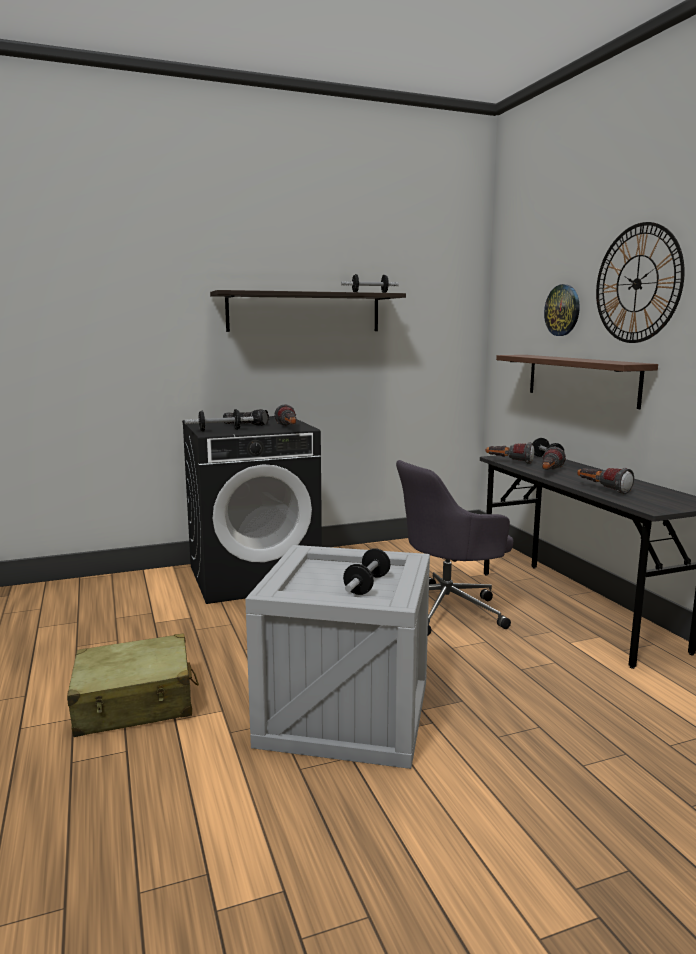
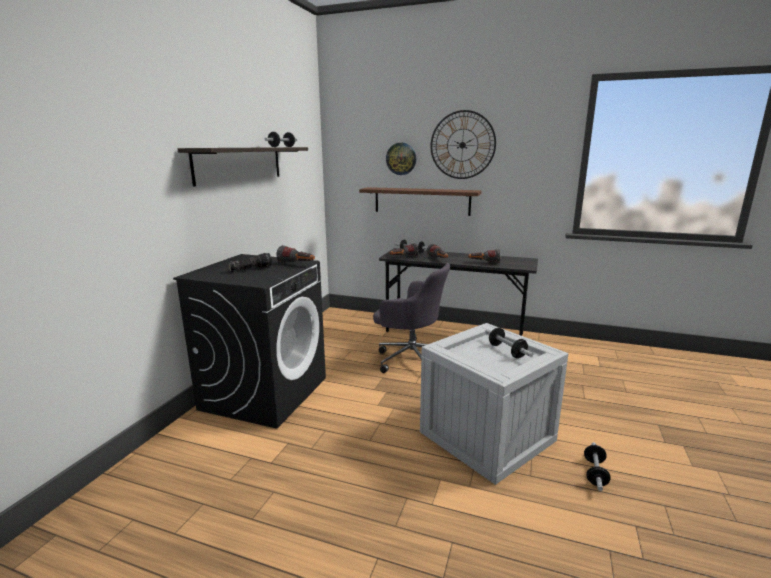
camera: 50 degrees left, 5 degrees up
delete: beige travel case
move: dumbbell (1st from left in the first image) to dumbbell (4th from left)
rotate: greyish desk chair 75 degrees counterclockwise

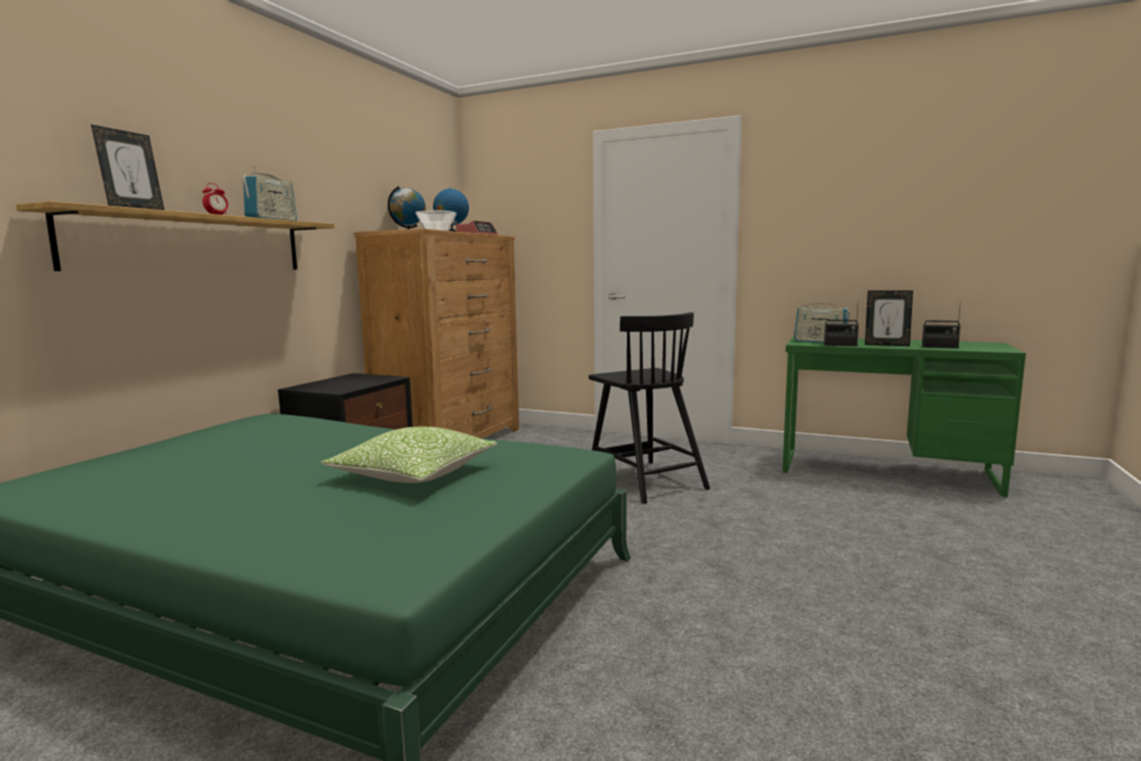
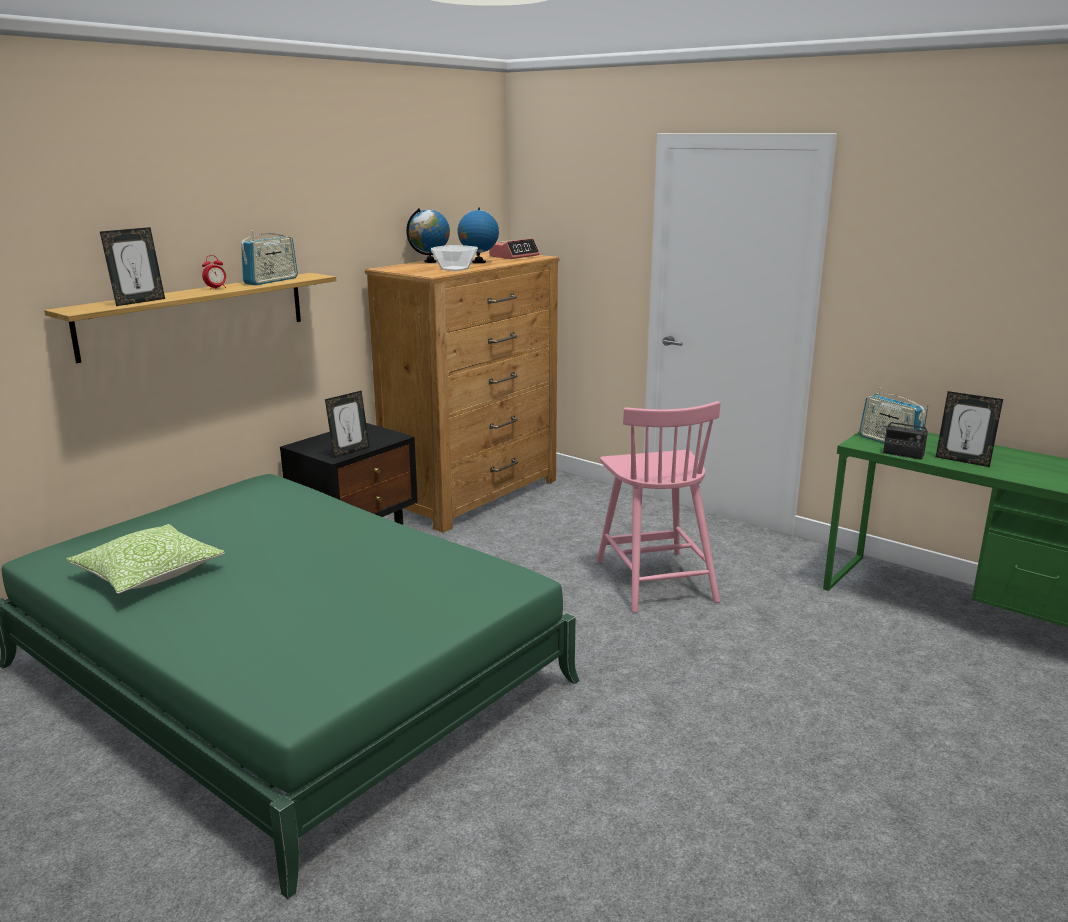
camera: 15 degrees right, 10 degrees up
delete: radio set (4th from left)
insert: photo frame (2nd from left)
move: cushion
recolor: black upright chair to pinkish upright chair

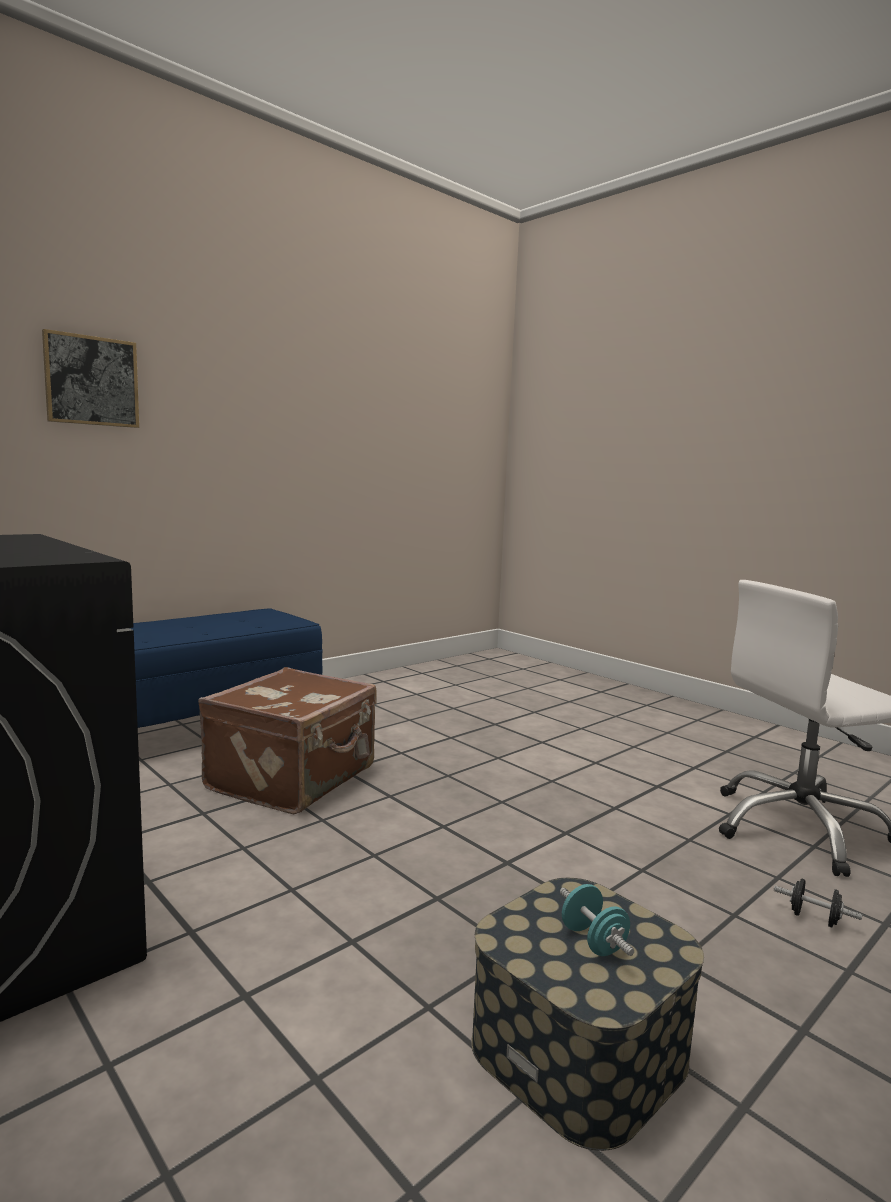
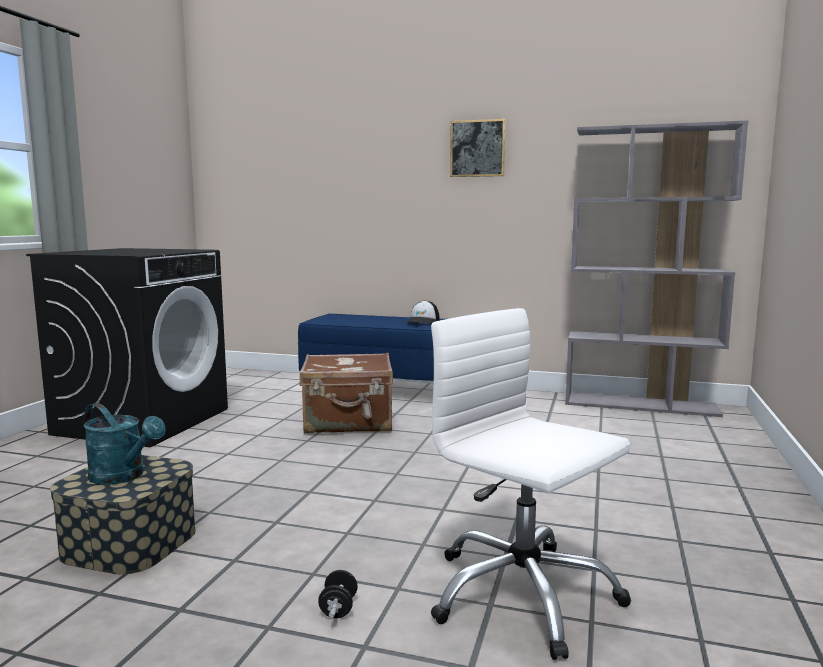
camera: 60 degrees right, 0 degrees up
insert: greyish bookshelf; peaked cap
move: wall picture
replace: blue-green dumbbell to blue-green watering pot

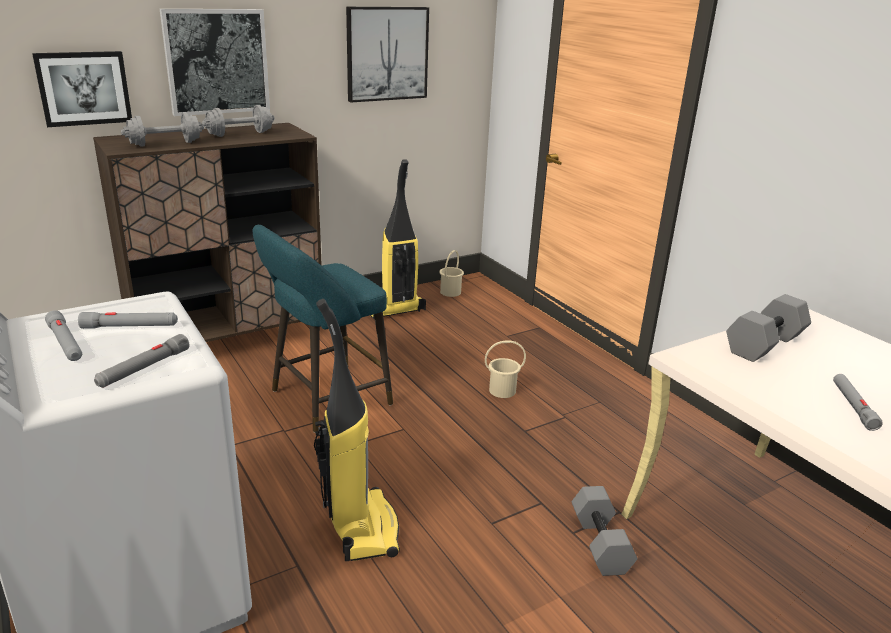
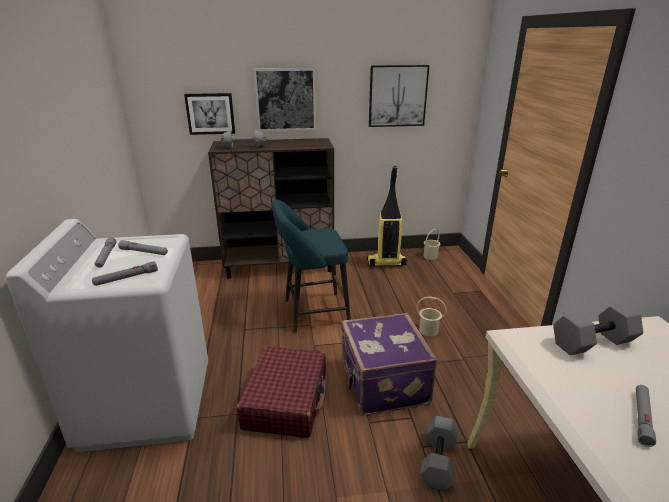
camera: 25 degrees right, 0 degrees up
delete: greyish dumbbell (2nd from left)
insert: purplish travel case
replace: vacuum (1st from left) to red-coloured travel case

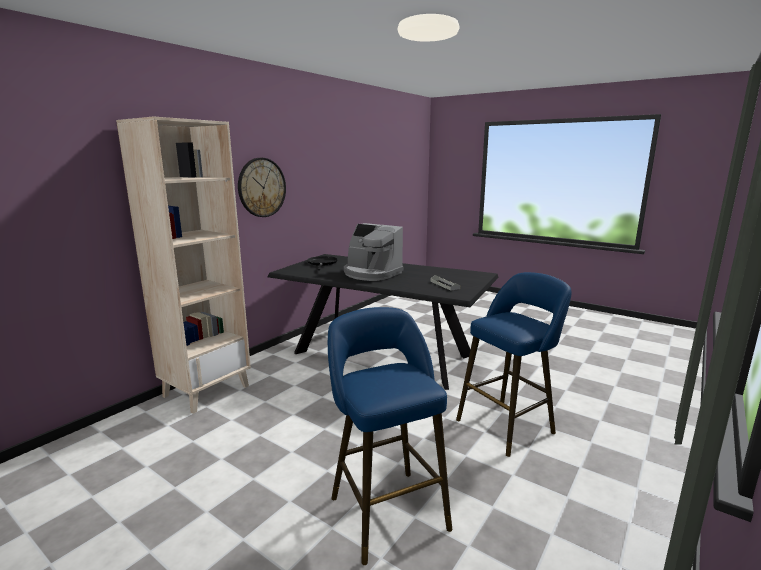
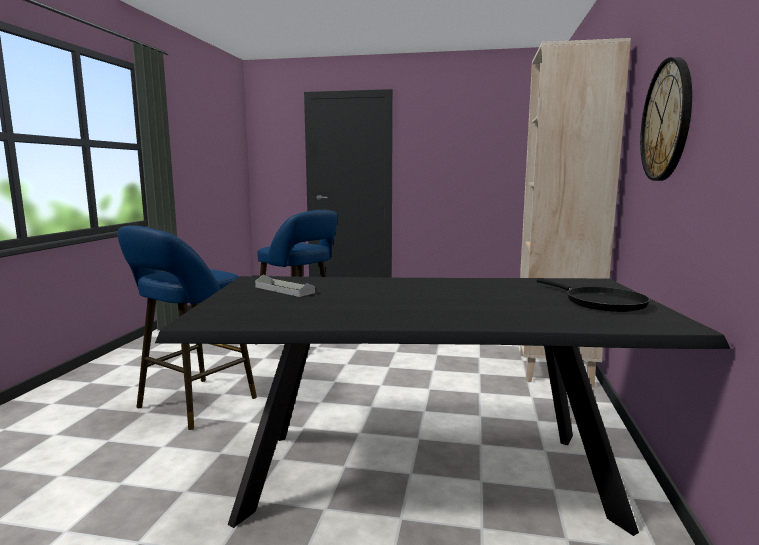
camera: 155 degrees right, 5 degrees down
delete: coffee maker

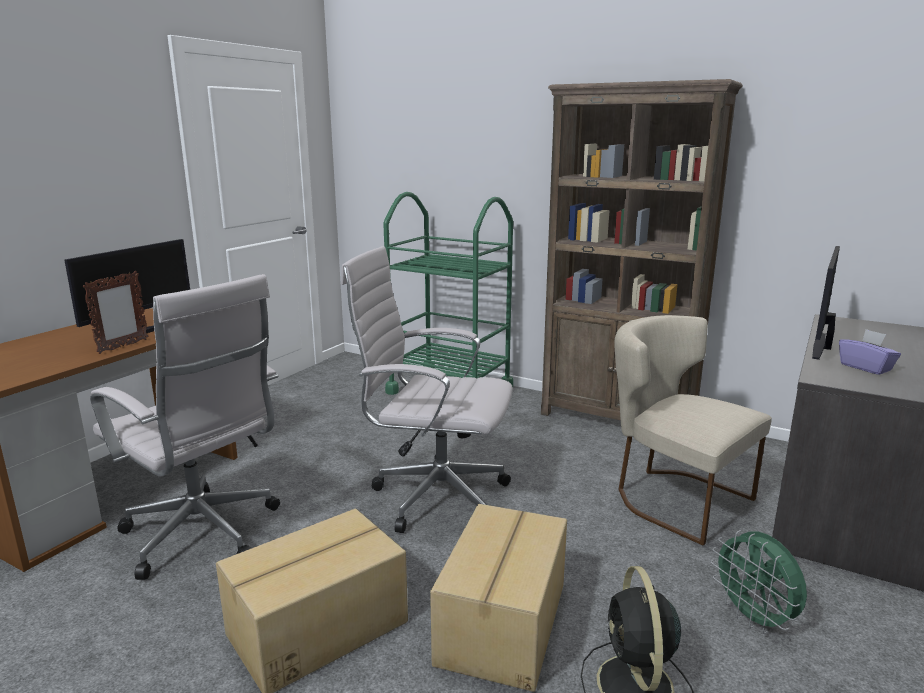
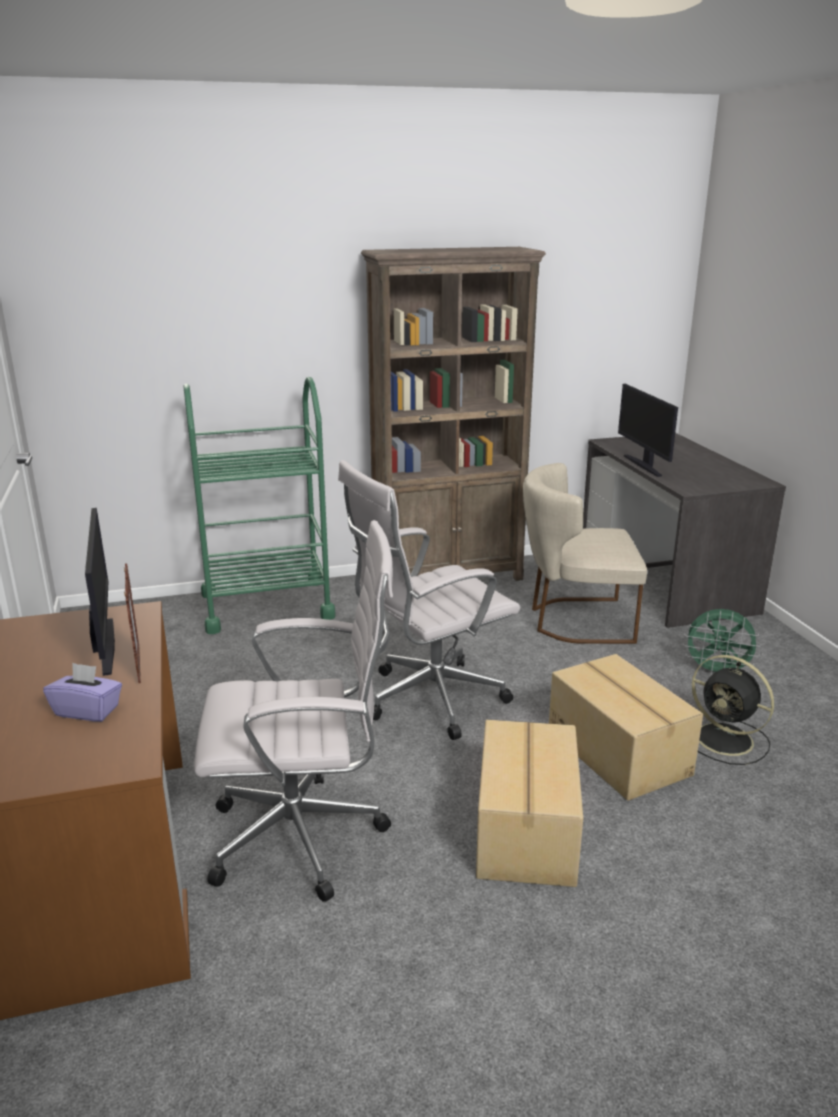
camera: 45 degrees left, 5 degrees up
move: purplish tissue box

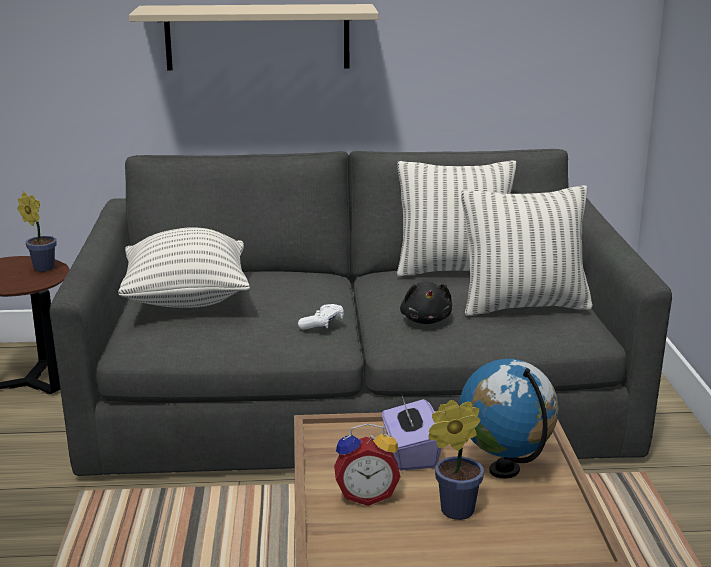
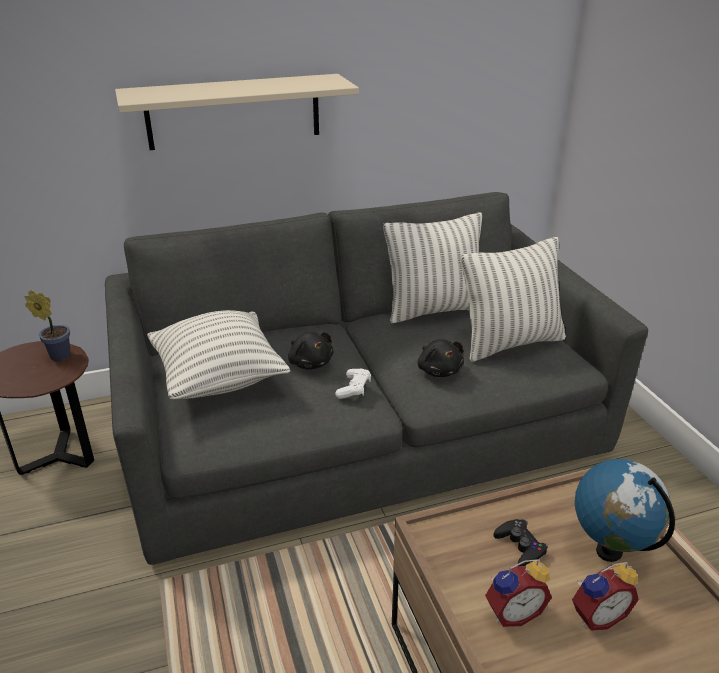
camera: 15 degrees left, 10 degrees up
insert: black plush toy (1st from left)
replace: purplish tissue box to black game controller; houseplant (2nd from left) to alarm clock (2nd from left)

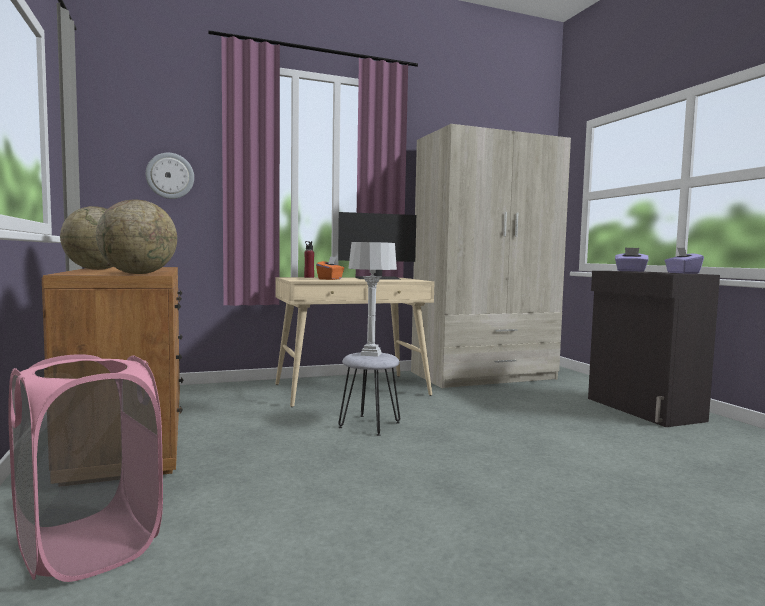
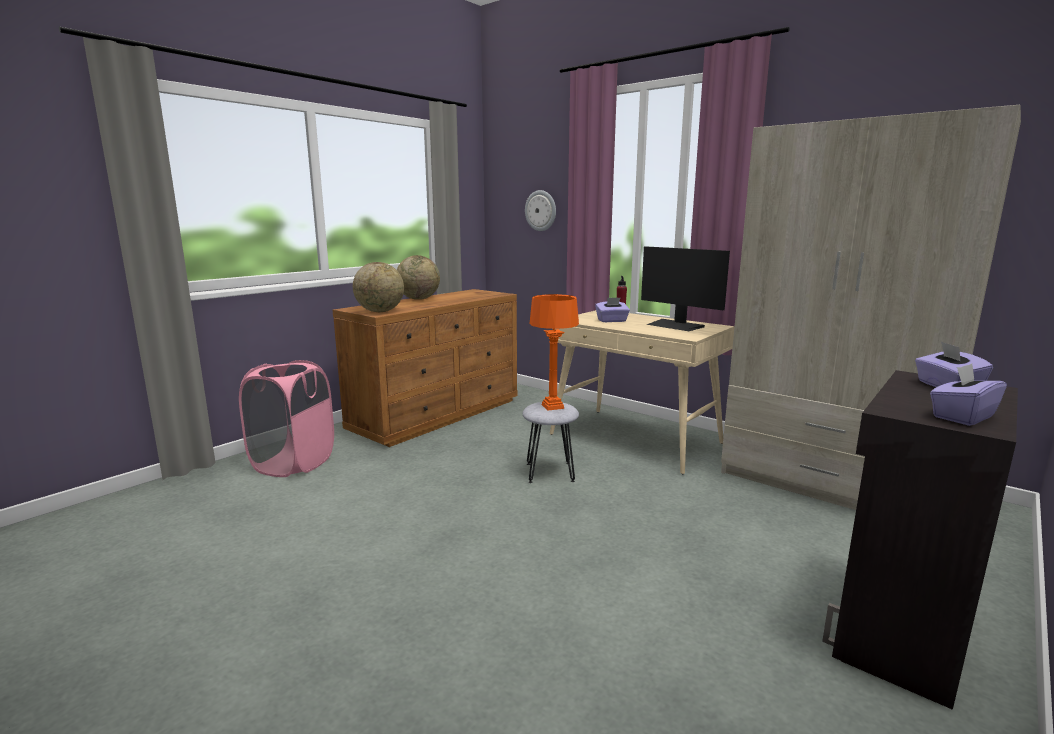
camera: 60 degrees right, 10 degrees up
recolor: greyish table lamp to orange-coloured table lamp; orange-coloured tissue box to purplish tissue box (1st from left)

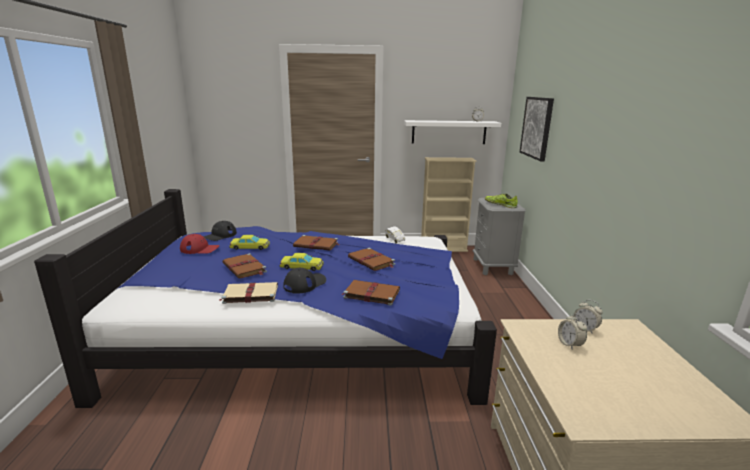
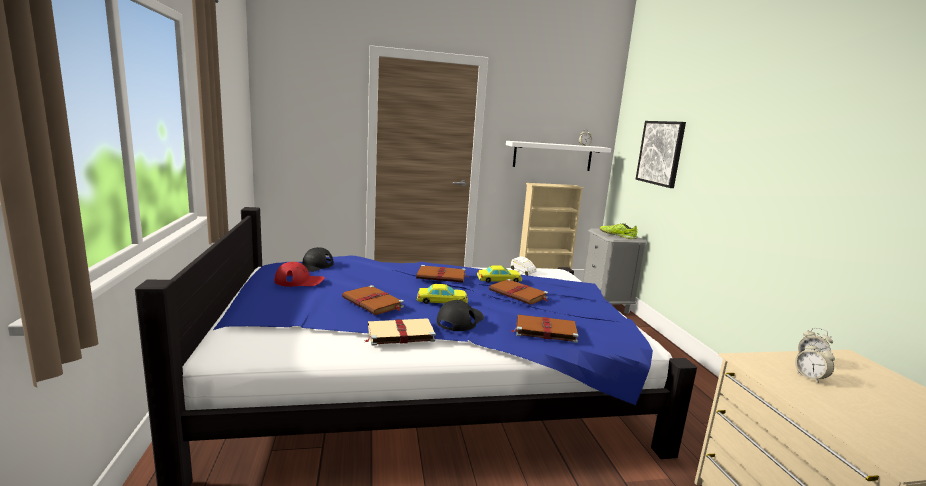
camera: 10 degrees left, 5 degrees down
move: yellowish model car (1st from left in the first image) to yellowish model car (2nd from left)

